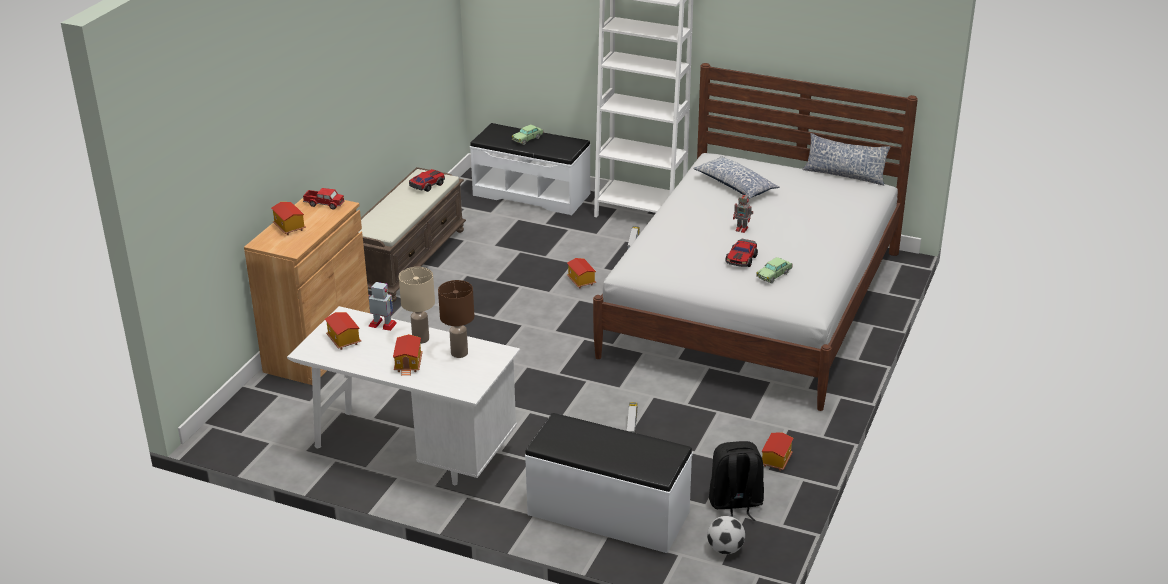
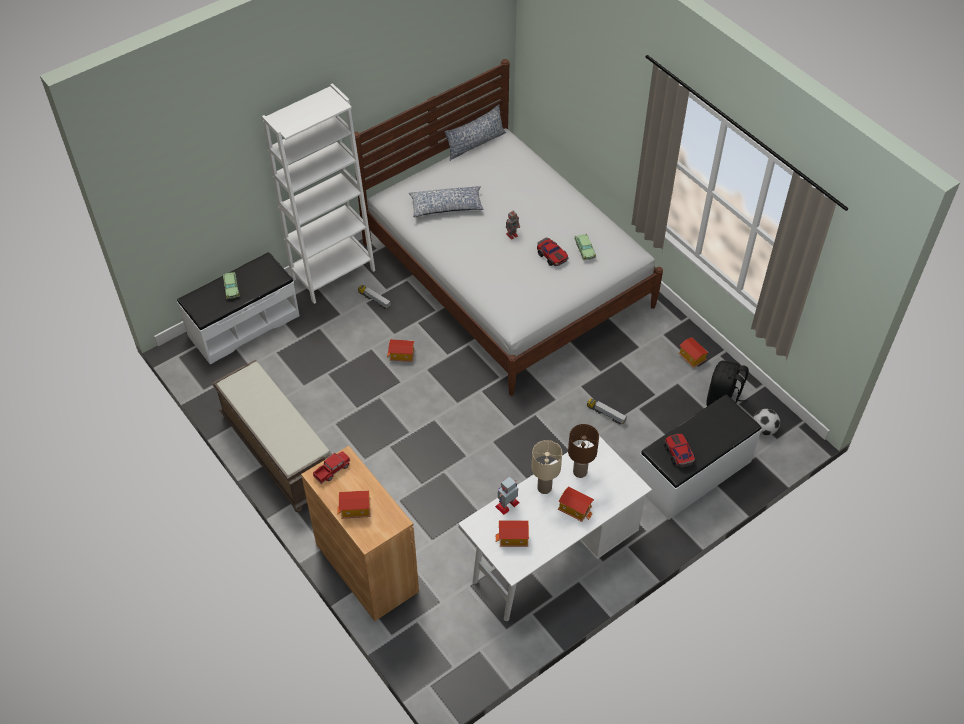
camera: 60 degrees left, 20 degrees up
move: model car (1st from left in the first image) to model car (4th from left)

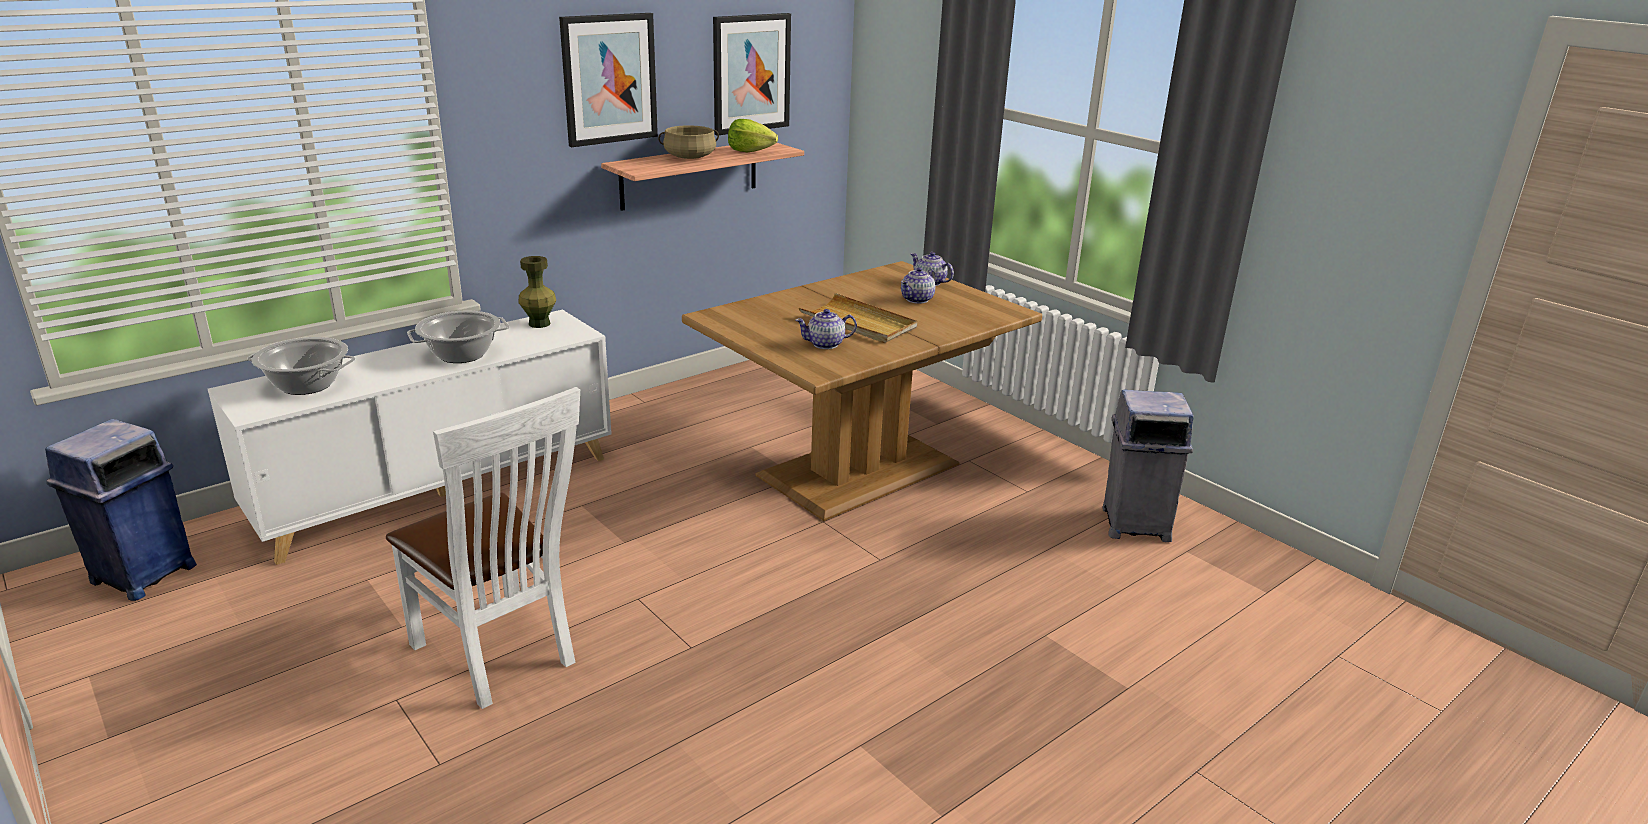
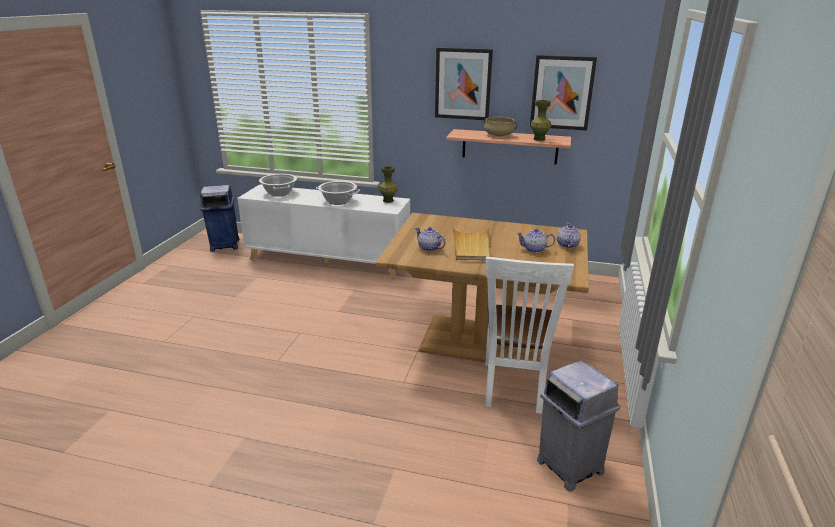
camera: 55 degrees right, 0 degrees up
move: whitish upright chair
replace: lettuce to green flower vase (2nd from left)

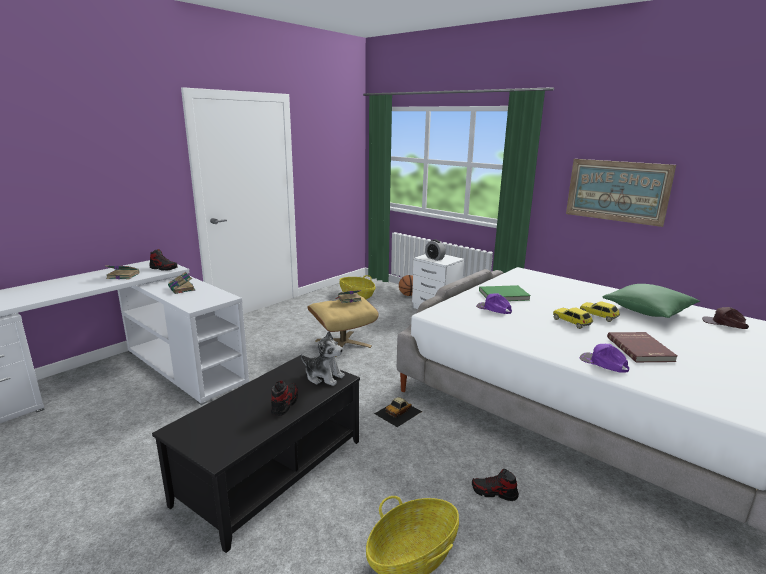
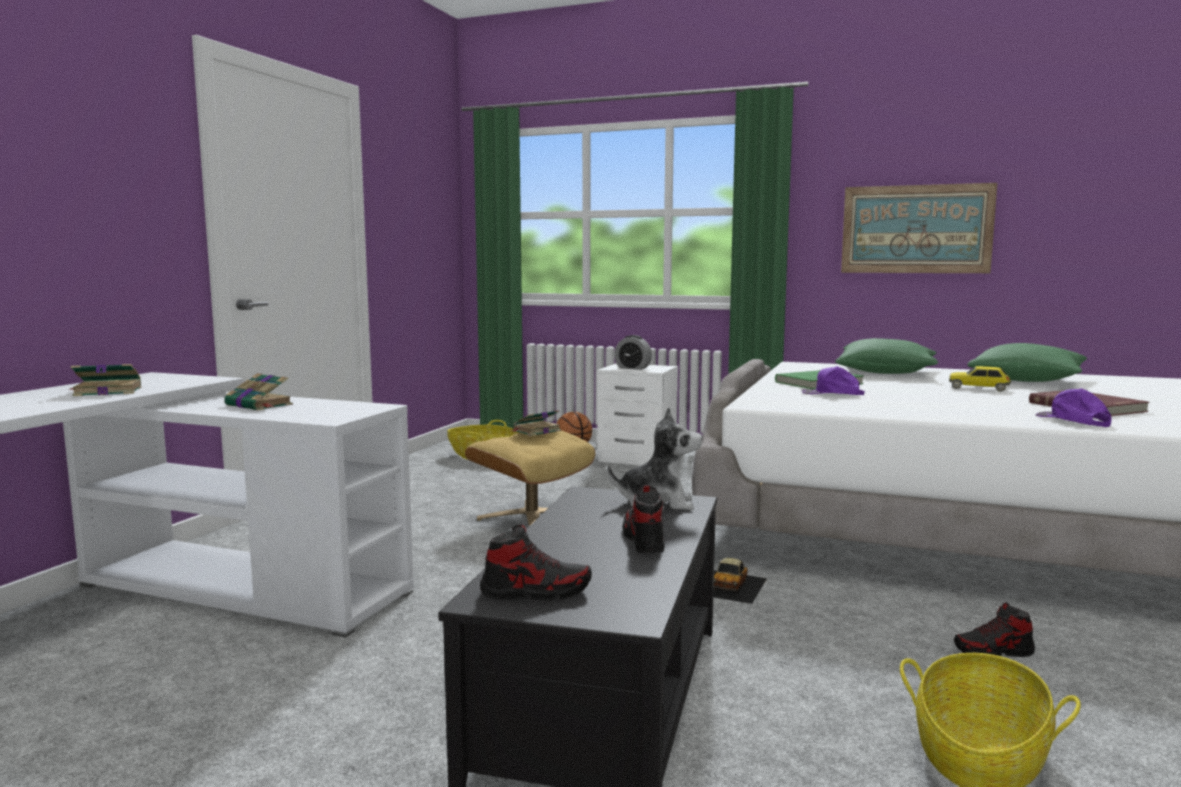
camera: 20 degrees left, 10 degrees down
delete: model car (2nd from left); brown-coloured peaked cap
insert: green cushion (1st from left)
move: shoe (1st from left)
rotate: purplish peaked cap (2nd from left) 45 degrees clockwise

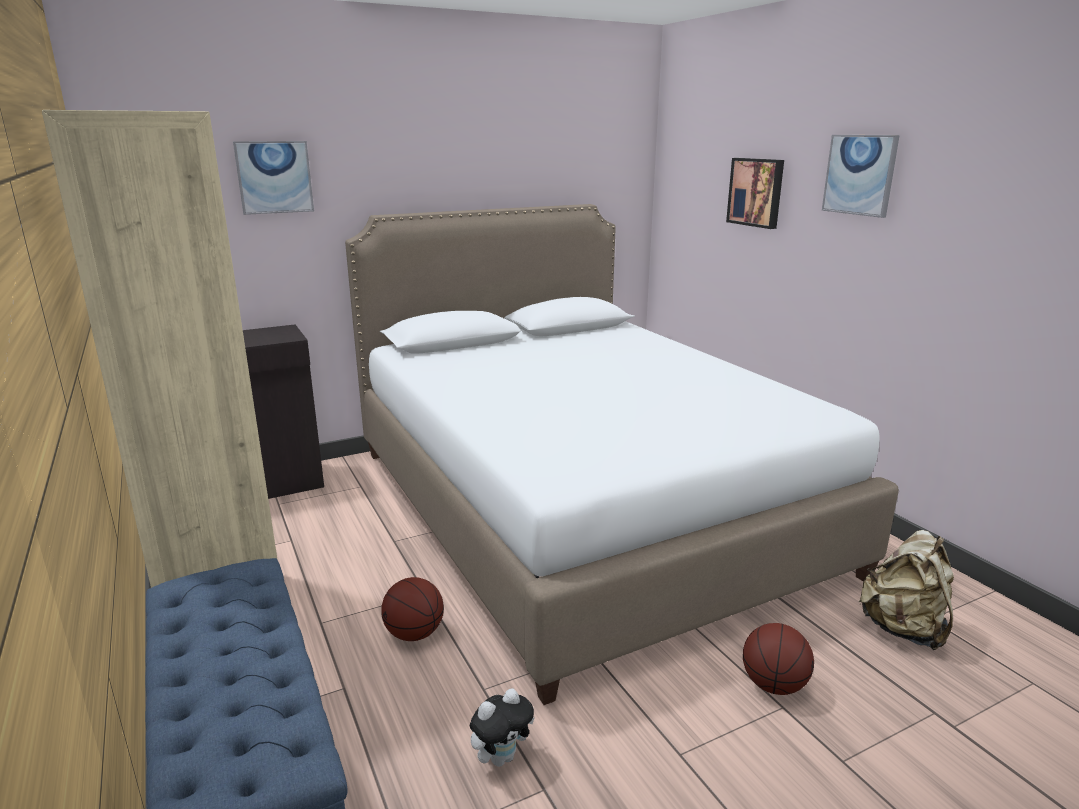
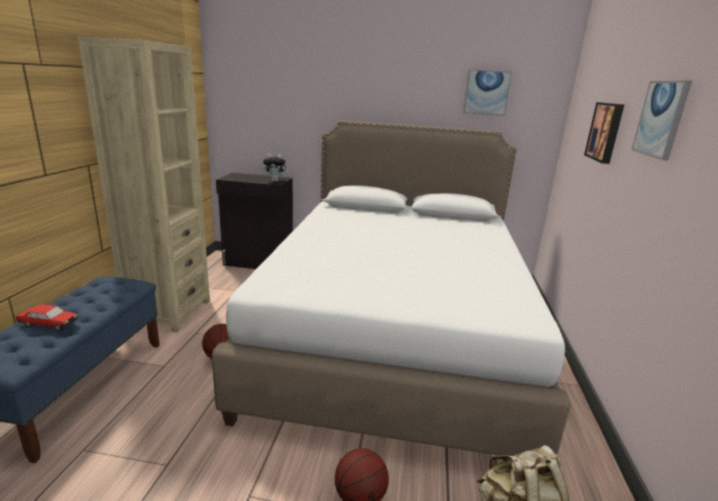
camera: 35 degrees right, 0 degrees up
insert: model car
move: wall picture (1st from left); plush toy

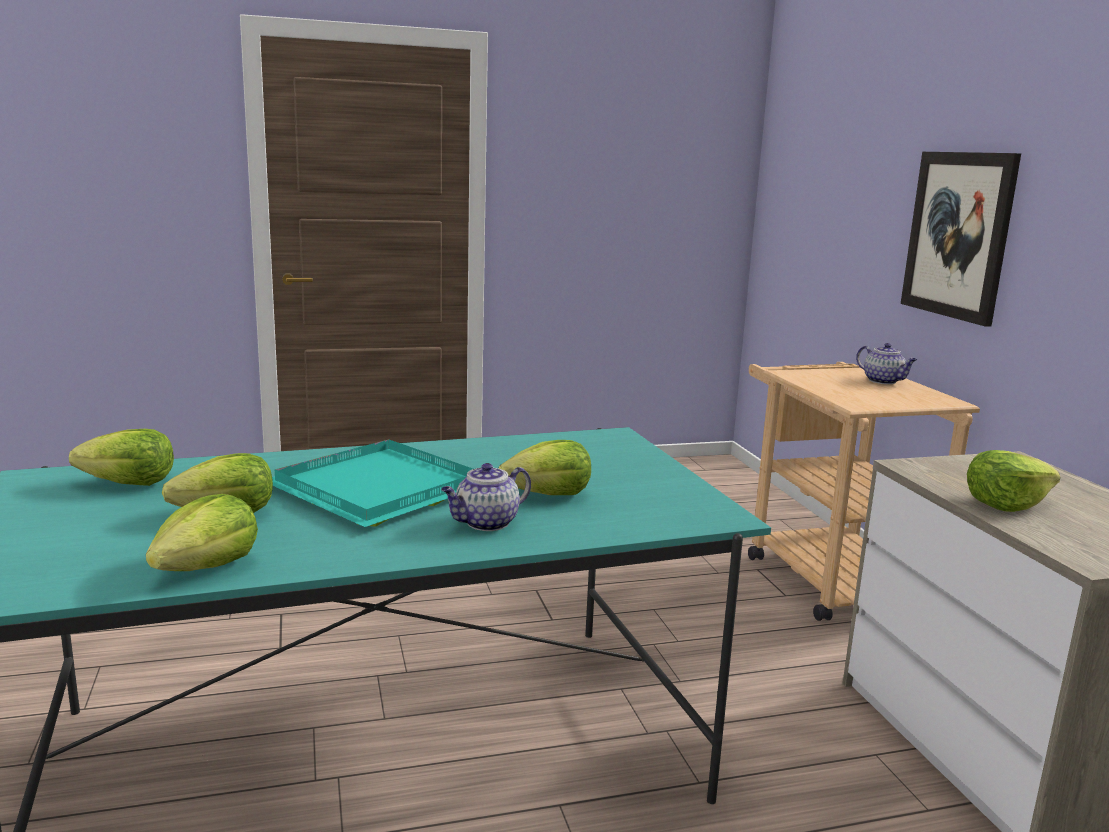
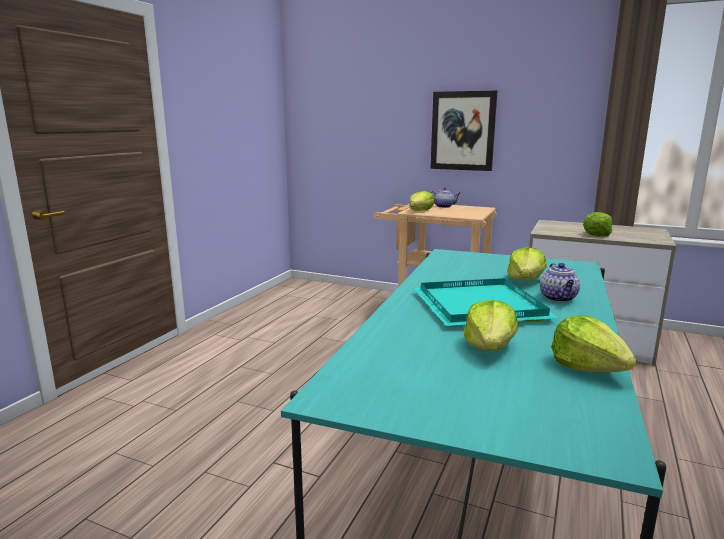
camera: 50 degrees left, 0 degrees up
move: lettuce (1st from left)

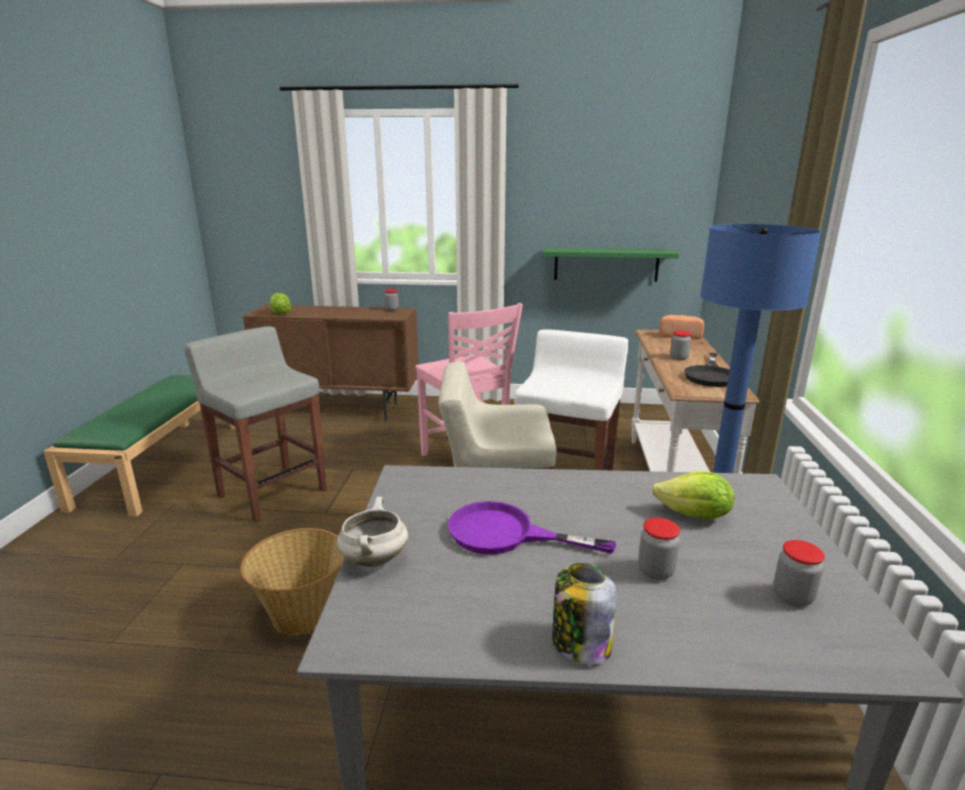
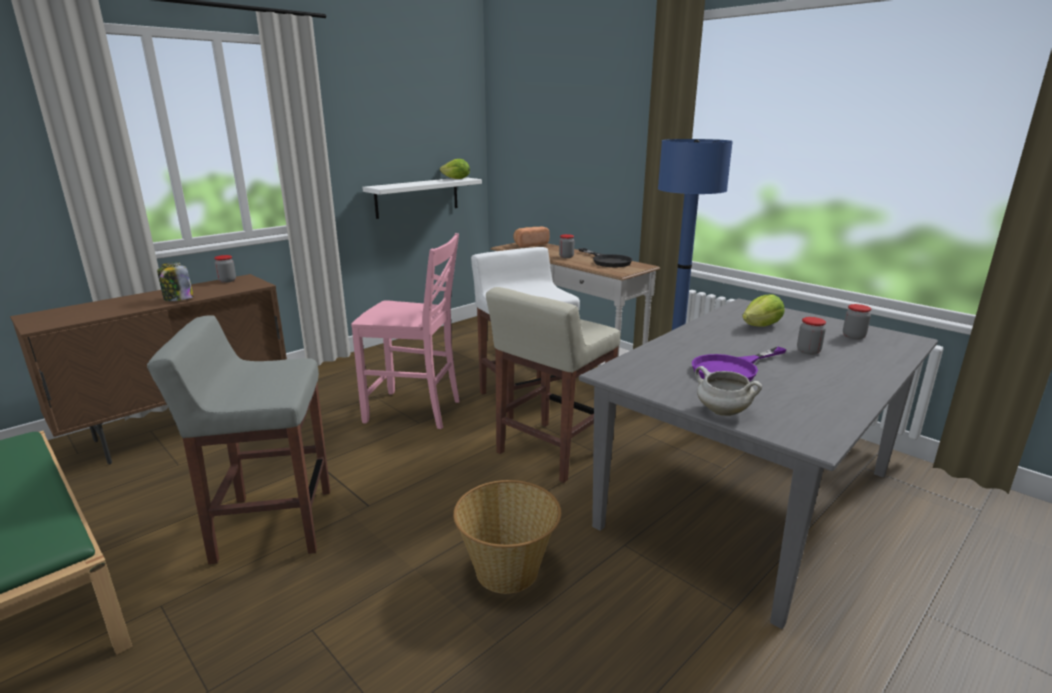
camera: 50 degrees left, 0 degrees up
move: lettuce (1st from left); storage jar (2nd from left in the first image) to storage jar (1st from left)
recolor: green bracket shelf to whitish bracket shelf

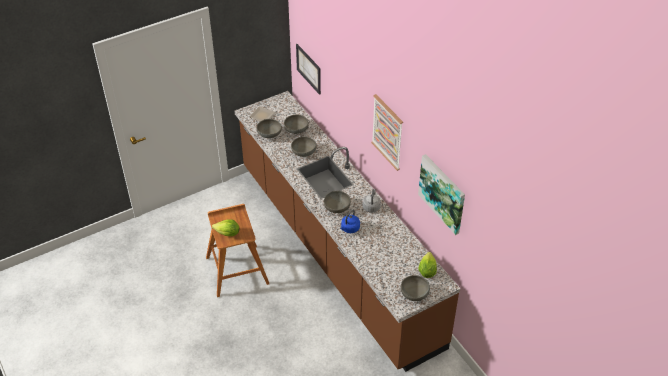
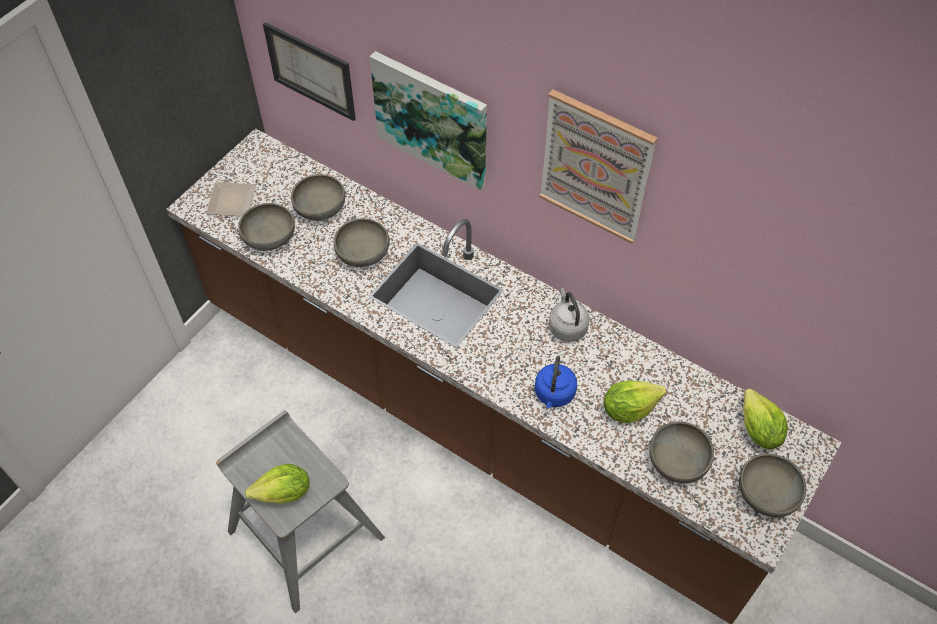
camera: 25 degrees left, 10 degrees up
insert: lettuce (2nd from left)
move: wall picture (3rd from left in the first image) to wall picture (2nd from left); greyish deep dish (4th from left)
recolor: brown-coloured stool to greyish stool

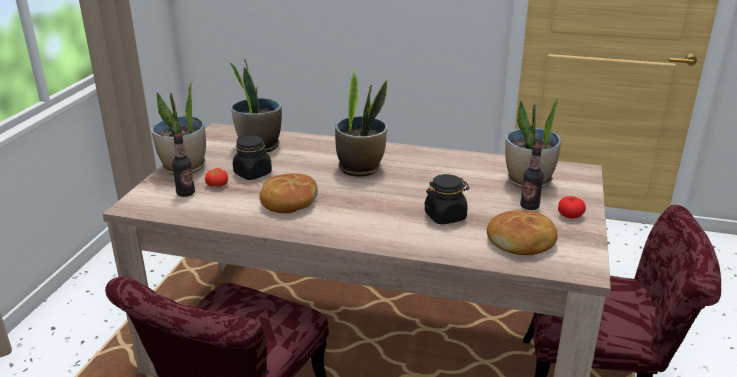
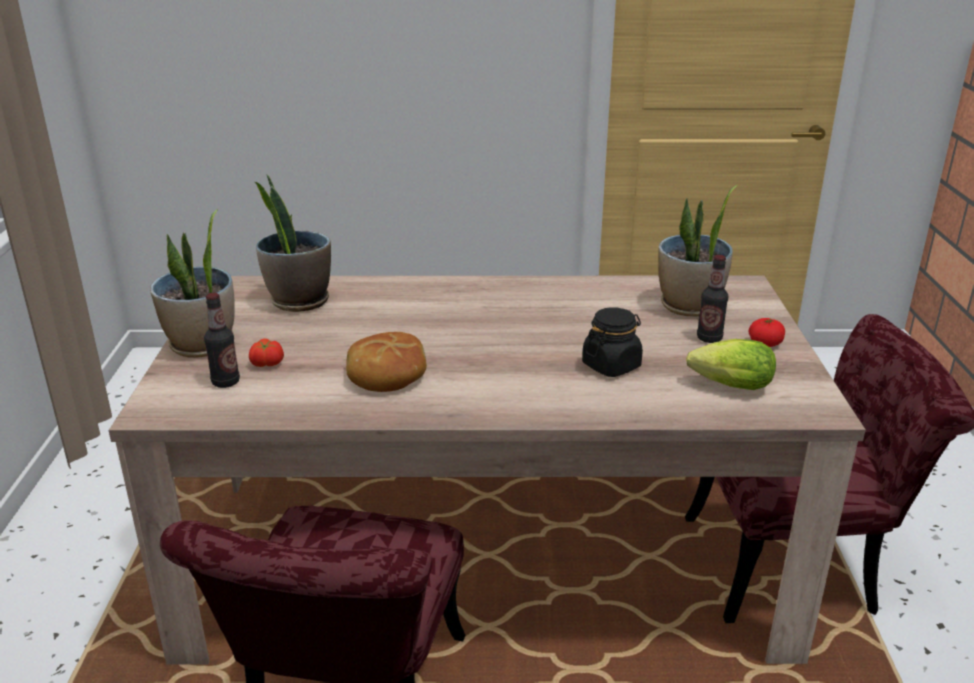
camera: 15 degrees left, 0 degrees up
delete: houseplant (3rd from left); black storage jar (1st from left)
replace: bakery bread (2nd from left) to lettuce

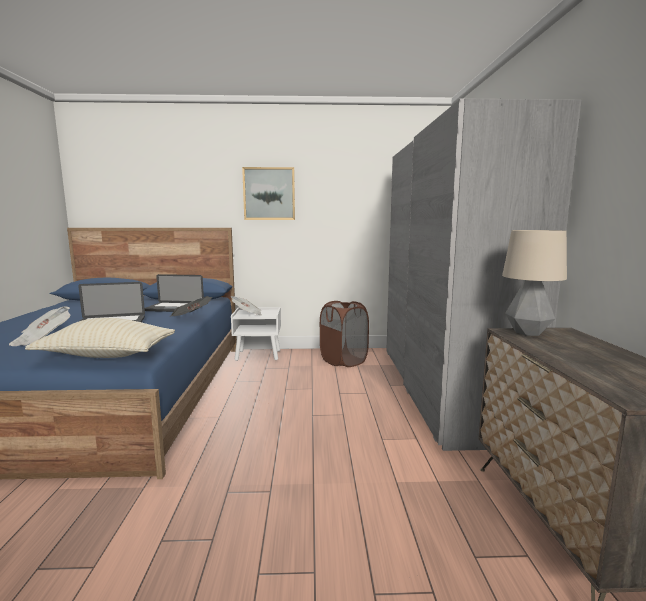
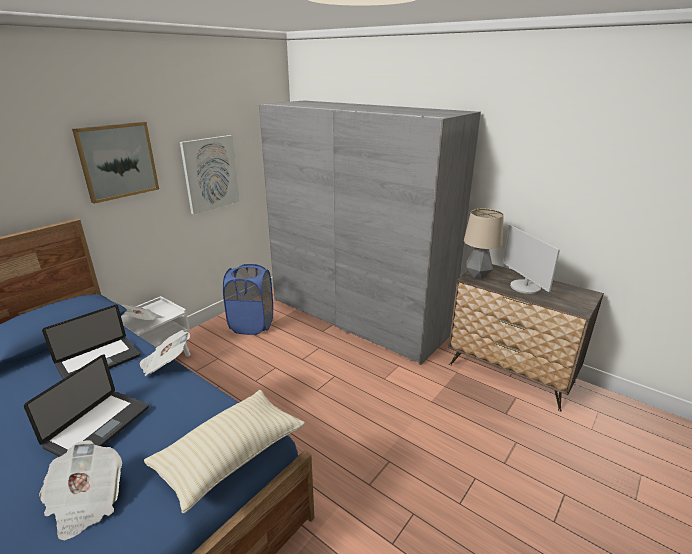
camera: 50 degrees left, 15 degrees up
insert: wall picture (2nd from left); computer screen
recolor: brown-coloured hamper to blue hamper

